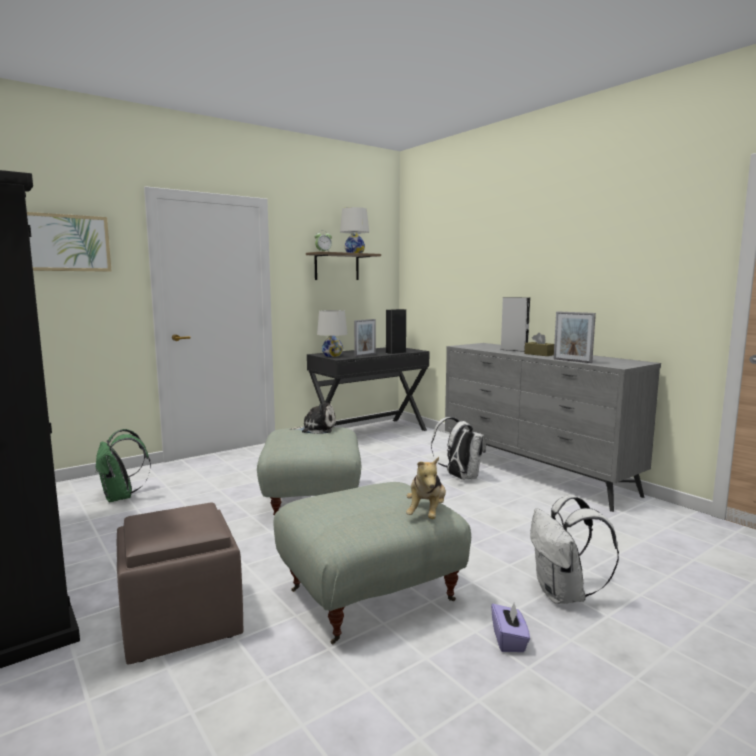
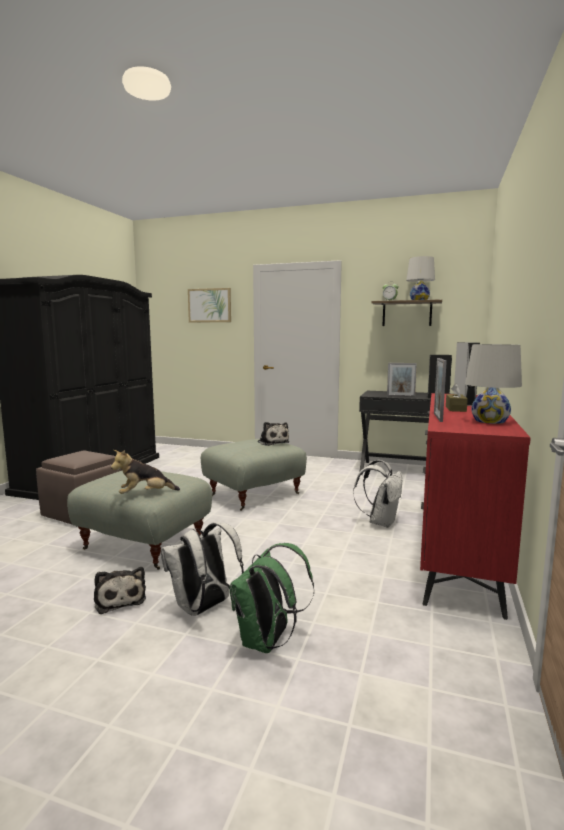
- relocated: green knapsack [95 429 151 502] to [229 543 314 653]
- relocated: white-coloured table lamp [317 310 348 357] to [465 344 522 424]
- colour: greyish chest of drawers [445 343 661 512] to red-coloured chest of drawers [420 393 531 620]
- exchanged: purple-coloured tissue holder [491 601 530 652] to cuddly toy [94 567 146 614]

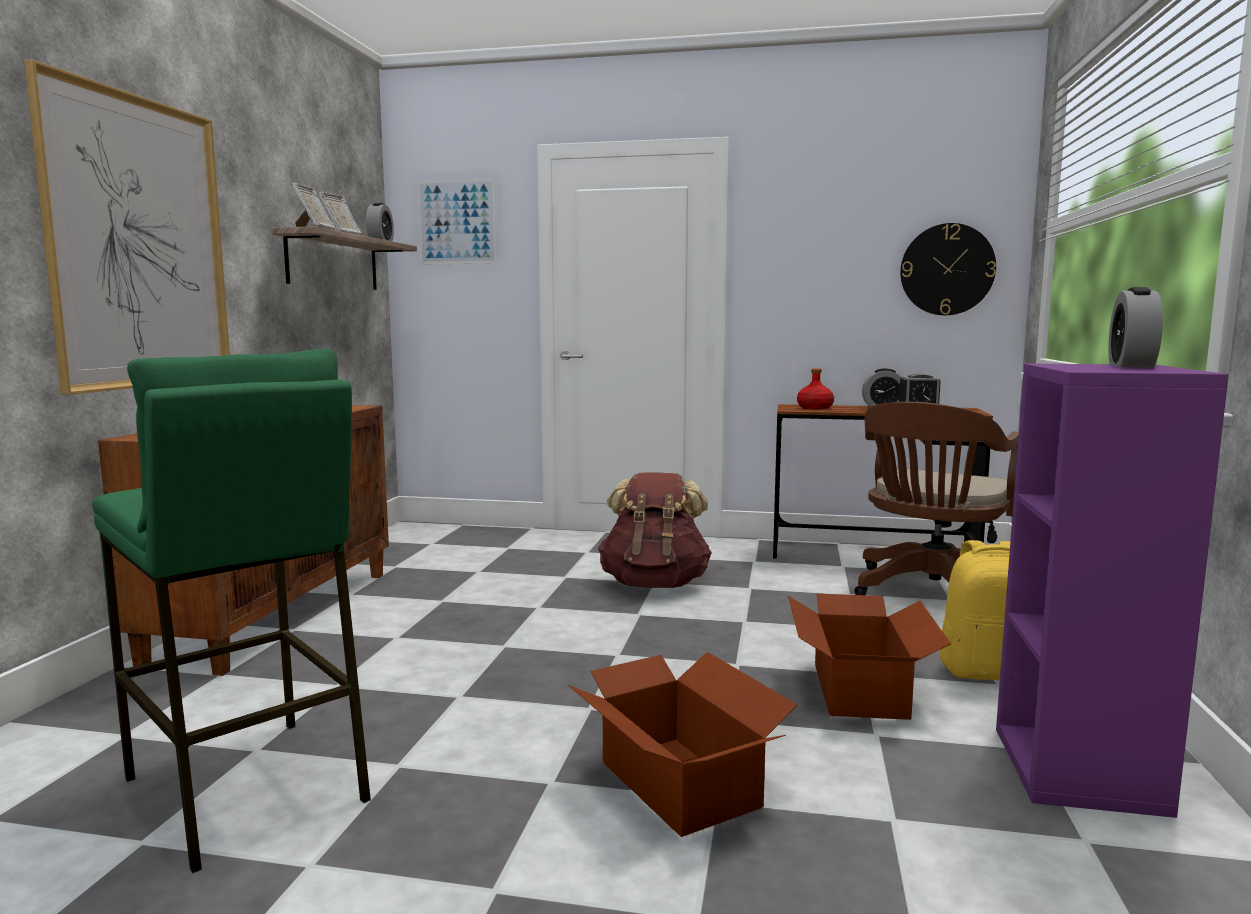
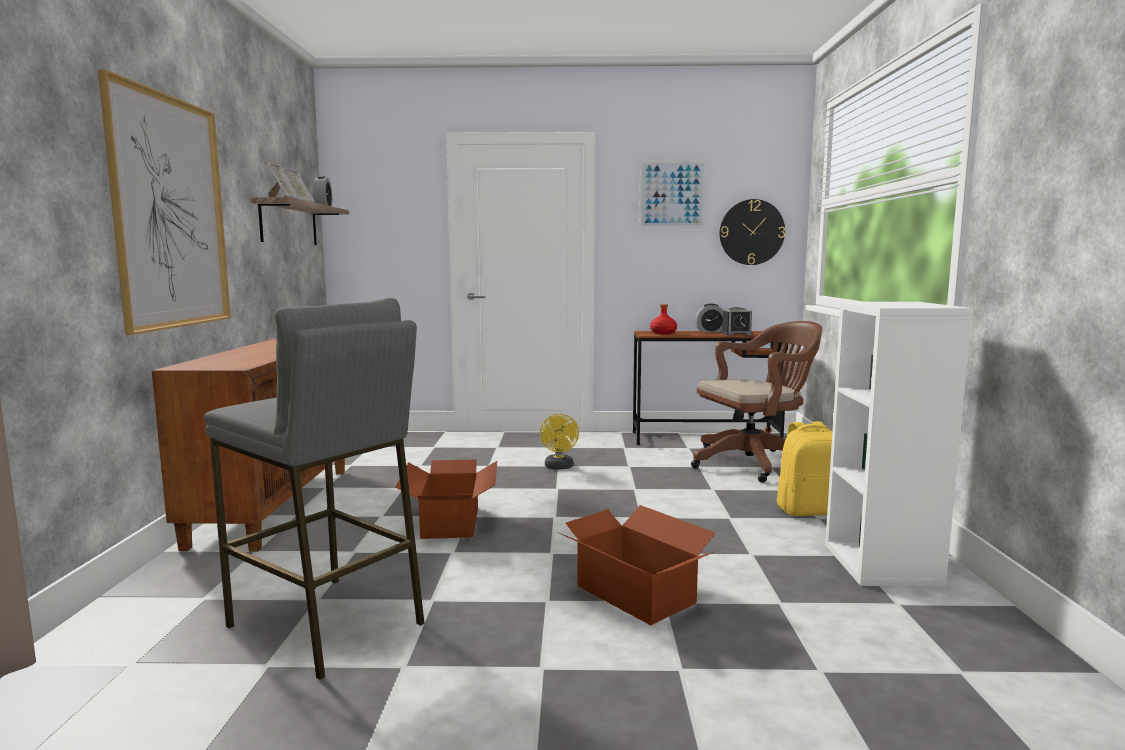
- colour: green stool seat [92 348 371 873] to greyish stool seat [204 298 425 680]
- relocated: wall picture [417 178 497 265] to [639 161 706 228]
- exchanged: brown-coloured knapsack [598 473 712 588] to yellow fan [540 414 579 470]
- relocated: carton [788 594 951 720] to [396 459 497 539]
- spun: brown-coloured desk chair [854 402 1019 595] = [691 321 822 483] 135 degrees counterclockwise
- colour: purple-coloured bookshelf [996 363 1229 818] to white-coloured bookshelf [825 302 972 587]
- missing: table clock [1108 287 1163 368]

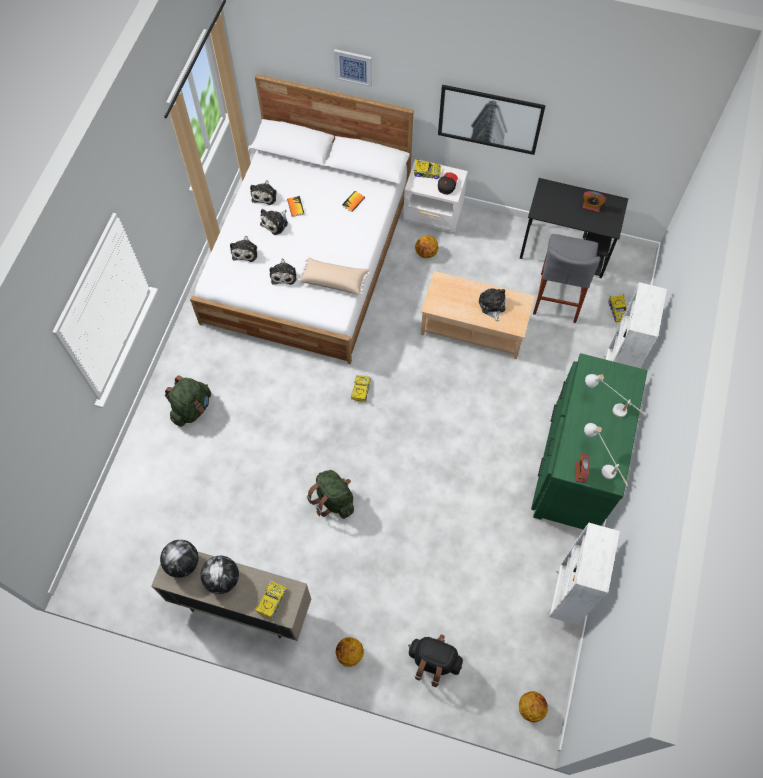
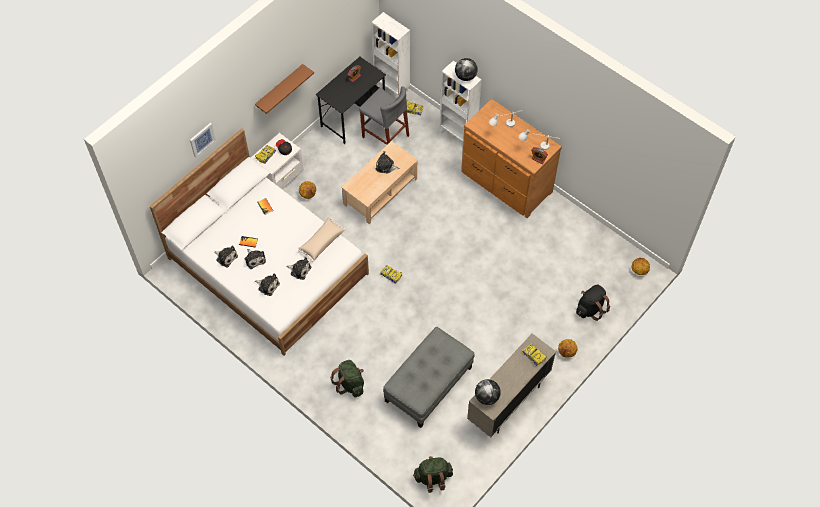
- relocated: globe [201 556 239 594] to [455 58 478 81]
- relocated: green knapsack [307 470 354 519] to [413 456 453 493]
- exchanged: wall picture [438 85 546 155] to brown-coloured wall shelf [255 64 314 114]
- colour: green chest of drawers [531 353 647 530] to brown-coloured chest of drawers [461 99 562 218]
- relocated: white-coloured bookshelf [547 523 620 625] to [372 12 410 99]
- appeared: greyish footrest [383 327 475 428]

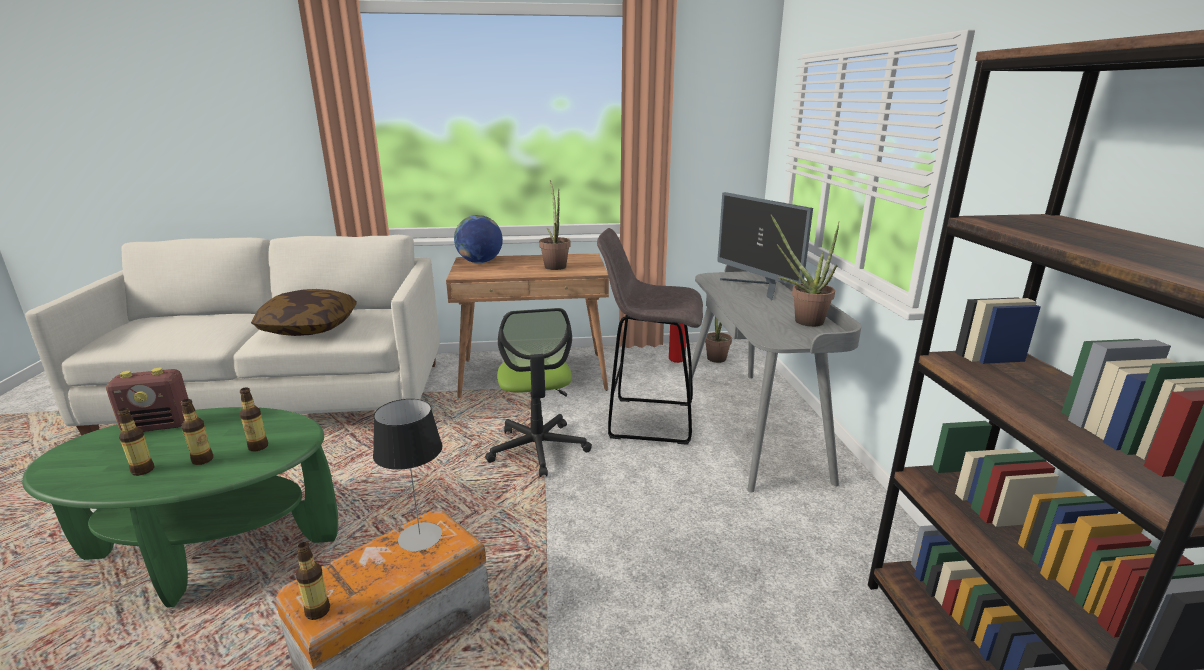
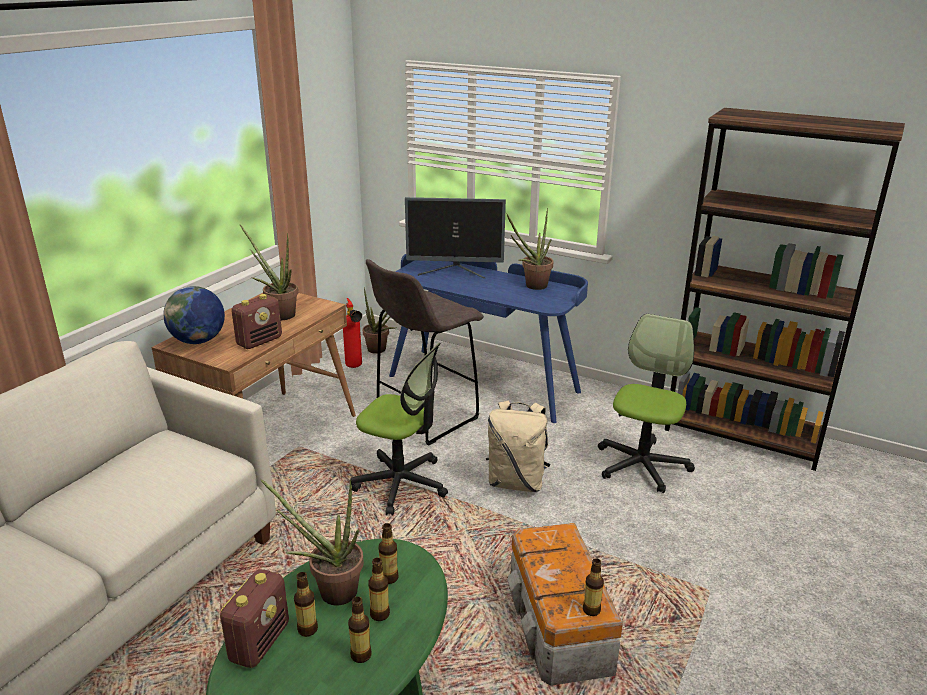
- missing: throw pillow [251 289 356 336]
- missing: table lamp [373 399 443 551]
- colour: greyish desk table [688 265 862 493] to bluish desk table [389 254 588 423]
- appeared: radio receiver [231 294 282 349]
- appeared: plant in a pot [260 479 364 605]
- appeared: drink bottle [294 572 318 637]
- appeared: sand-coloured knapsack [486 400 550 492]
- appeared: desk chair [598 314 695 493]

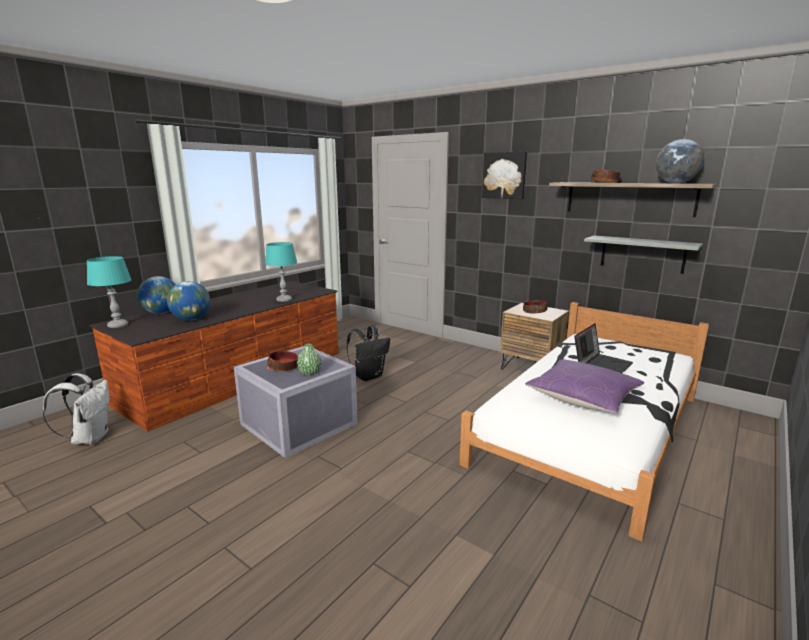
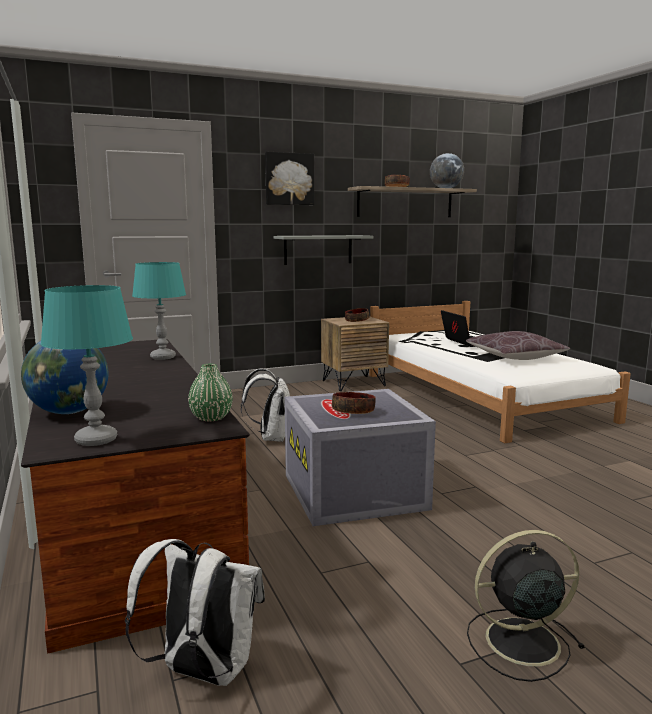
- missing: globe [167 281 210 320]
- relocated: green flower vase [297 344 321 375] to [188 364 233 421]
- colour: black knapsack [346 325 390 381] to white-coloured knapsack [241 368 290 442]
- colour: purple-coloured throw pillow [525 359 644 413] to brown-coloured throw pillow [466 331 570 360]
- relocated: greyish wall shelf [584 236 703 274] to [274 235 374 265]
- appeared: black fan [467 530 585 682]

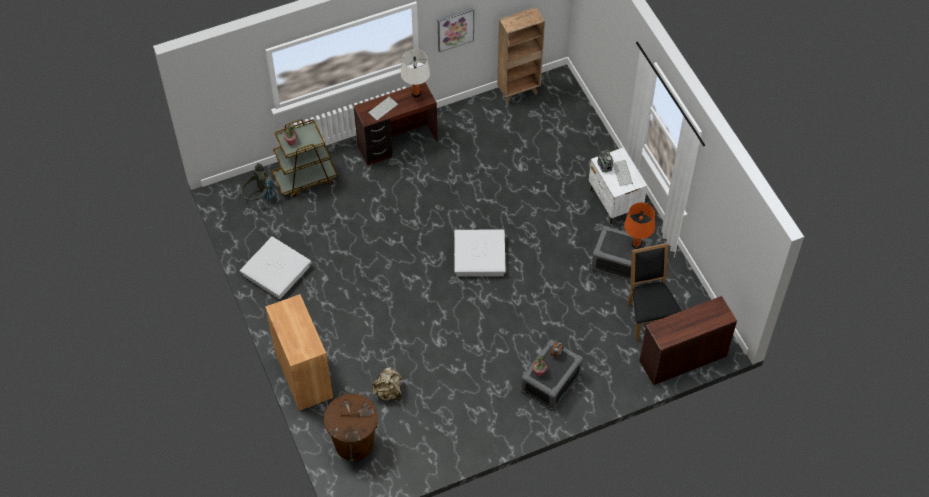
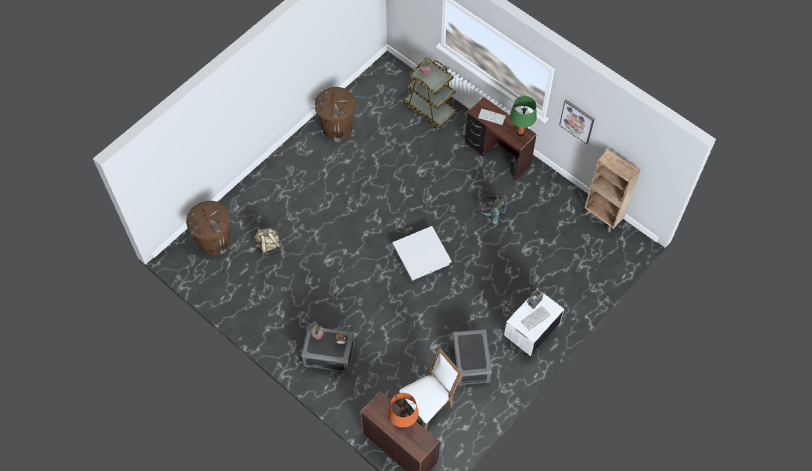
- exchanged: white-coloured storage container [240 236 311 299] to brown-coloured waste bin [314 87 356 141]
- relocated: greyish knapsack [241 163 275 201] to [477 194 507 226]
- missing: brown-coloured storage cabinet [265 294 333 411]
- colour: white-coloured table lamp [401 49 430 97] to green table lamp [510 96 536 136]
- relocated: orange table lamp [624 202 655 249] to [388 393 419 429]
- colour: black chair [627 243 682 342] to white-coloured chair [399 348 462 429]

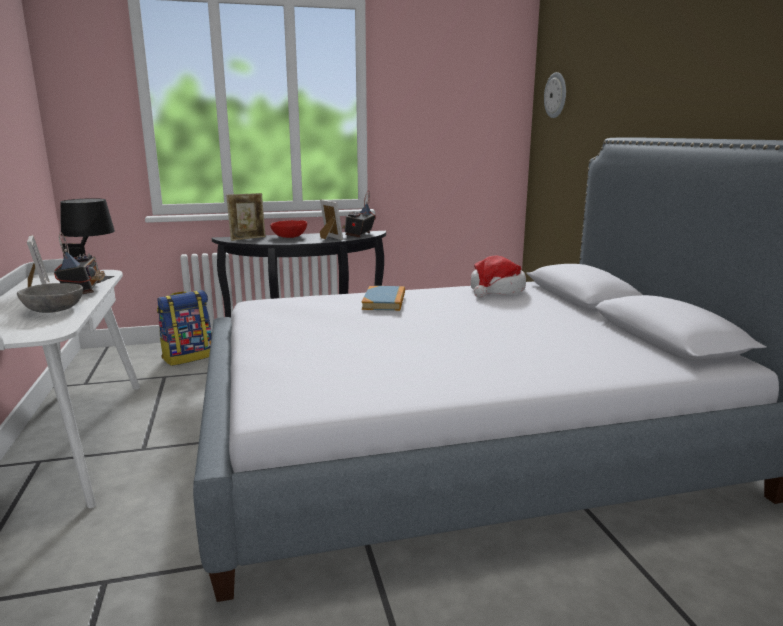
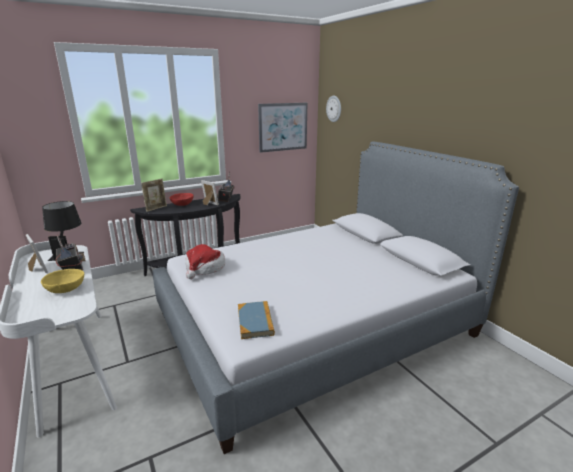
- colour: greyish bowl [17 283 83 313] to yellow bowl [41 269 84 293]
- missing: knapsack [157 290 212 366]
- relocated: book [362 286 405 311] to [238 301 275 339]
- relocated: hat [470 256 526 298] to [185 244 225 279]
- appeared: wall picture [258 103 307 153]

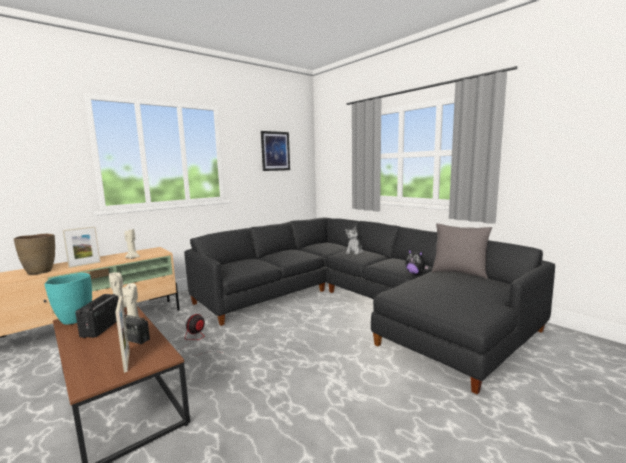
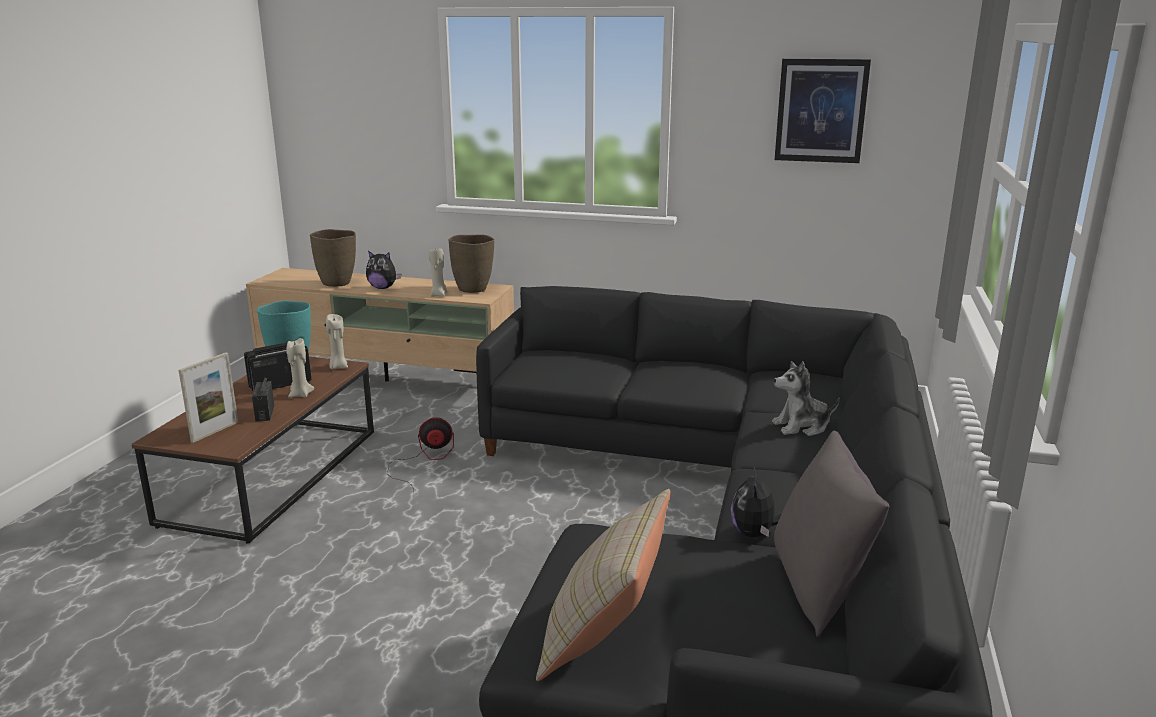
- exchanged: standing frame [63 226 101 268] to cuddly toy [366 251 401 289]
- appeared: brown-coloured flower vase [449 234 494 293]
- appeared: sand-coloured throw pillow [536 489 670 681]

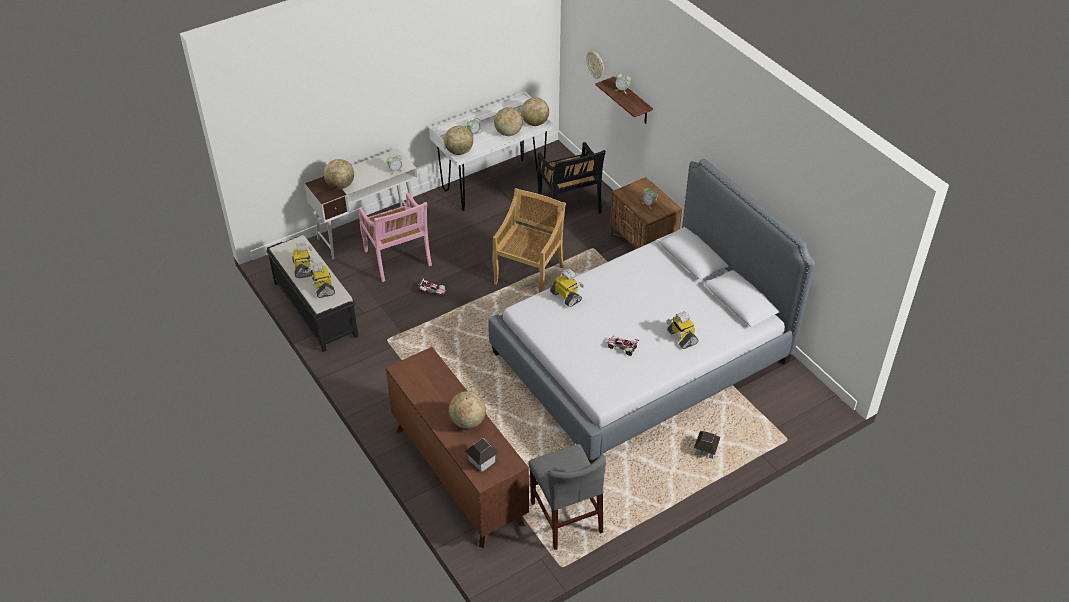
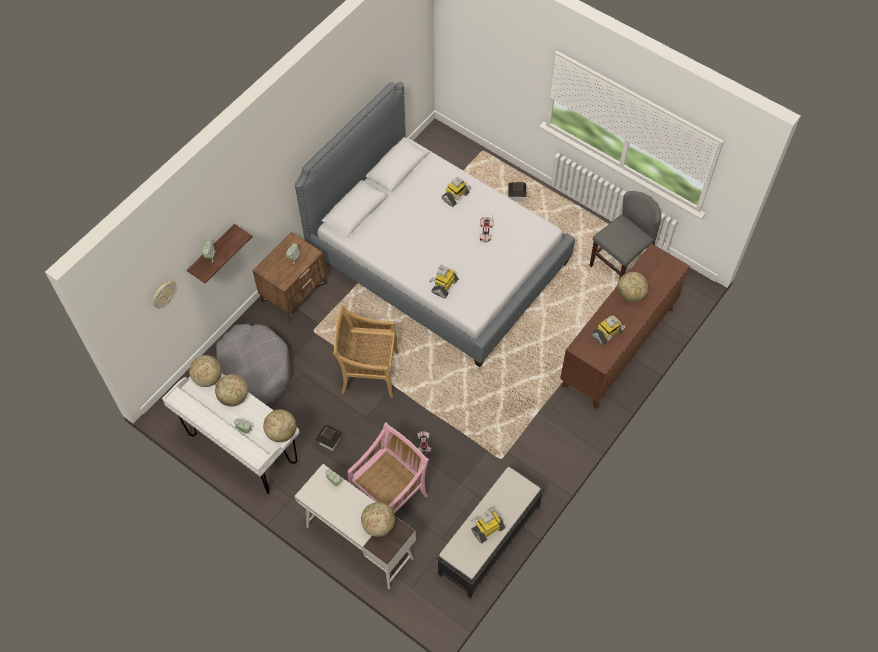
- relocated: robot figure [308 262 335 298] to [592 315 626 346]
- relocated: toy house [465 438 499 472] to [315 425 343 451]
- exchanged: black chair [537 142 606 214] to greyish pet bed [216 324 291 404]

